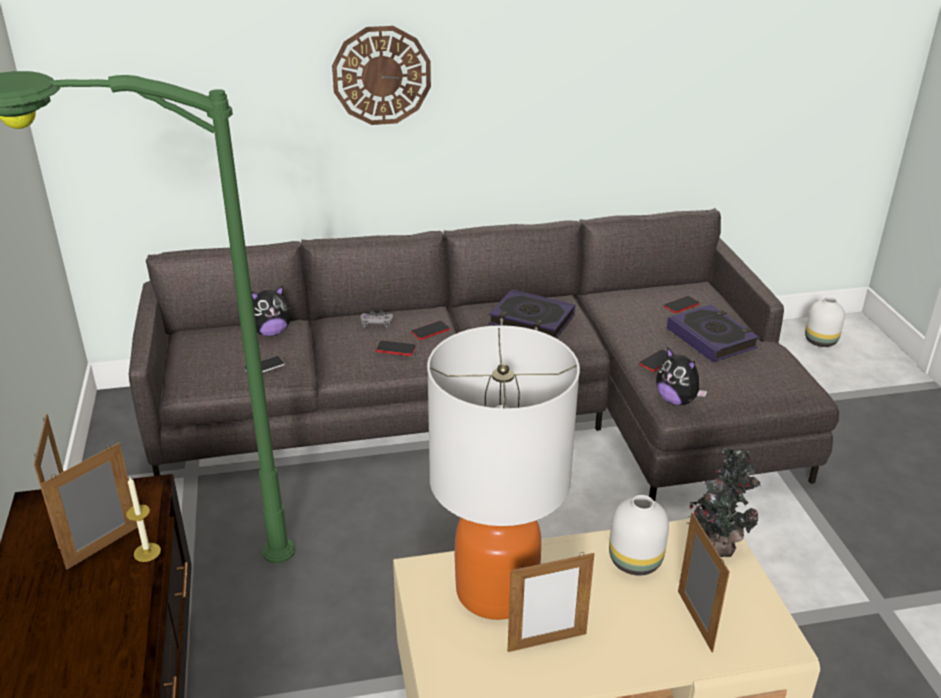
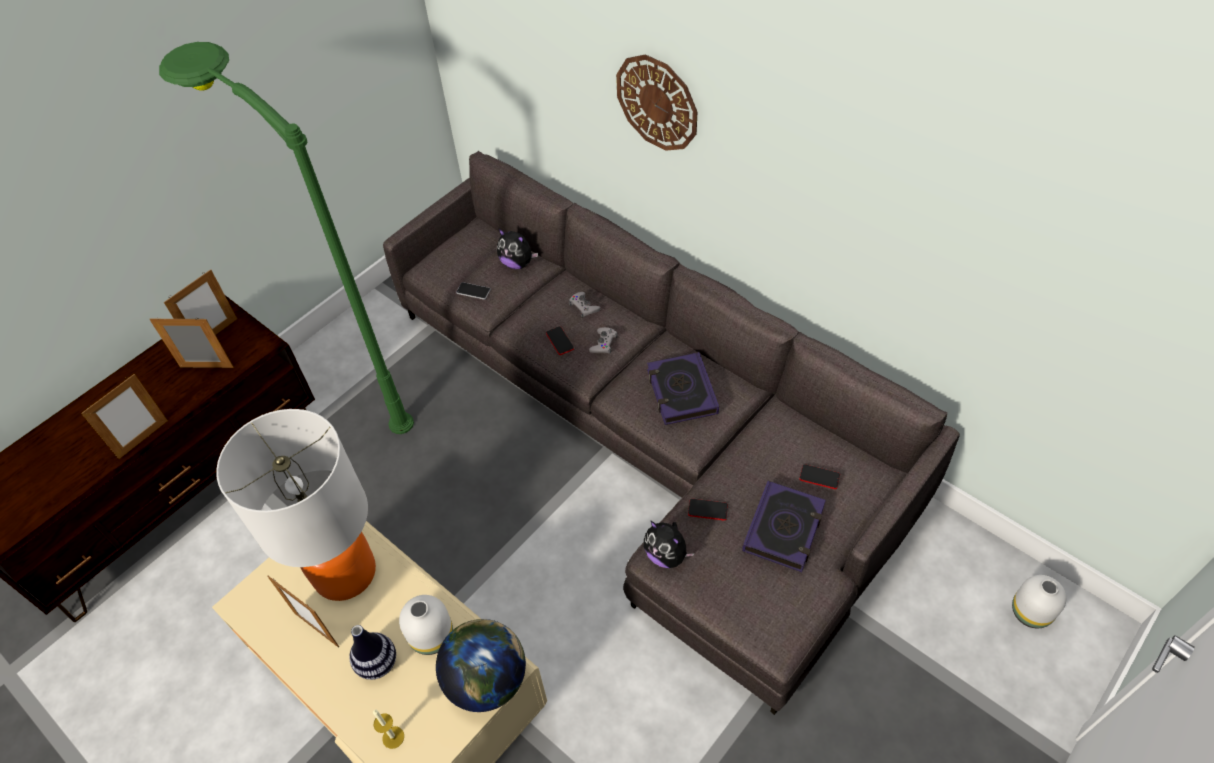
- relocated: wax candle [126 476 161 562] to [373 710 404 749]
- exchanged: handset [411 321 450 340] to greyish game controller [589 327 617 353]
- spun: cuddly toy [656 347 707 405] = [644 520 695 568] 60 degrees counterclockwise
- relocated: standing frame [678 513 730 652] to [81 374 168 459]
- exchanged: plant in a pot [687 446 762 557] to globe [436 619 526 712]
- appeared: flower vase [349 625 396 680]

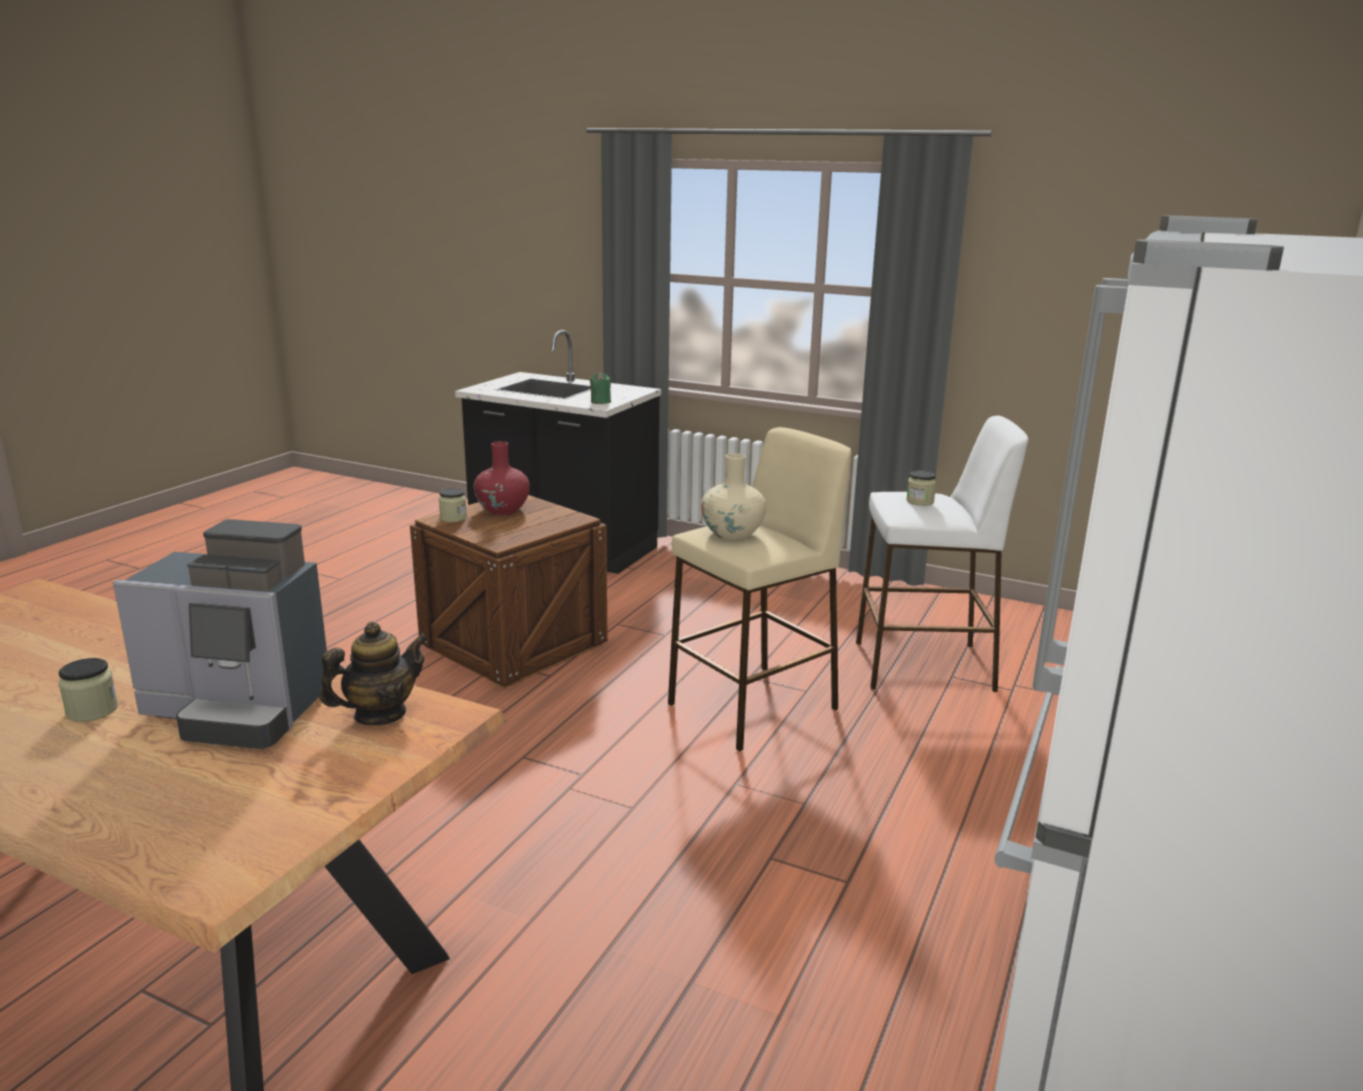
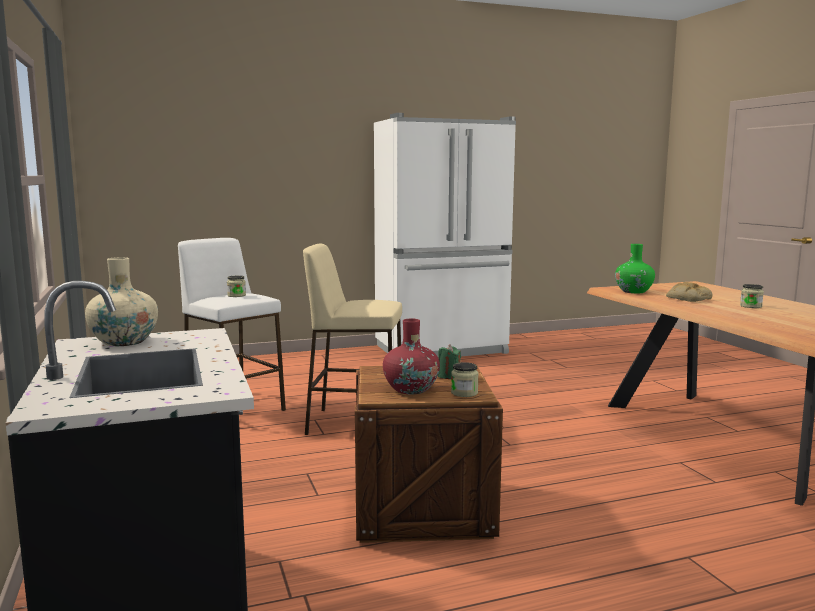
- exchanged: coffee machine [113 519 327 749] to bakery bread [666 282 712 302]
- exchanged: teapot [319 621 428 725] to green flower vase [615 244 655 293]
- relocated: green wax candle [590 372 611 404] to [438 344 461 379]
- relocated: sand-coloured flower vase [701 453 766 540] to [85 257 158 346]

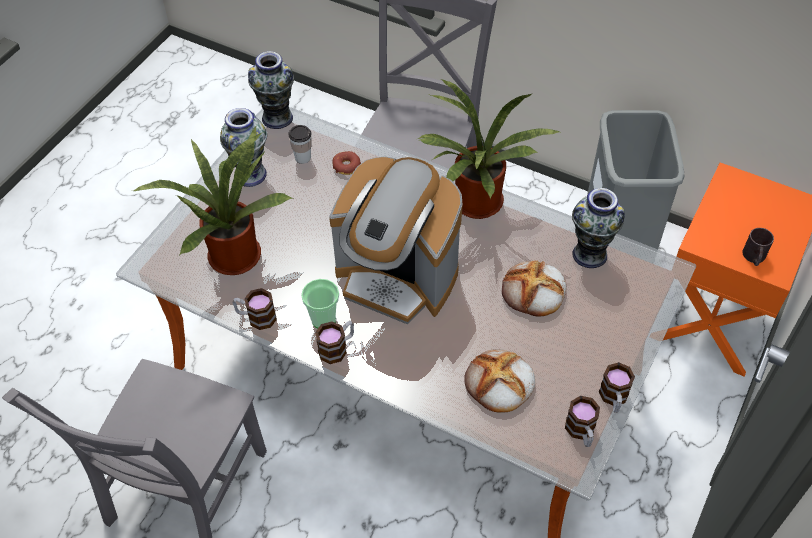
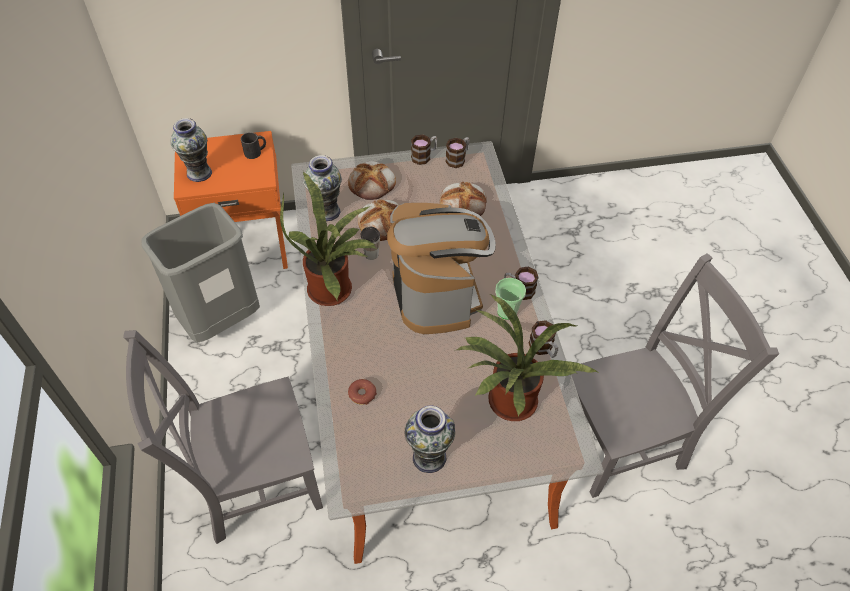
- relocated: flower vase [248 51 294 129] to [171 118 212 182]
- relocated: drinking cup [288 125 311 164] to [361 226 380 260]
- appeared: bakery bread [348 161 396 200]

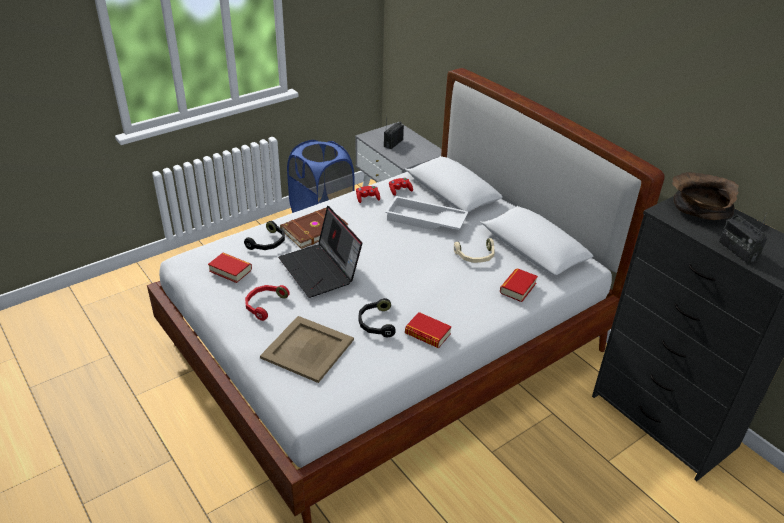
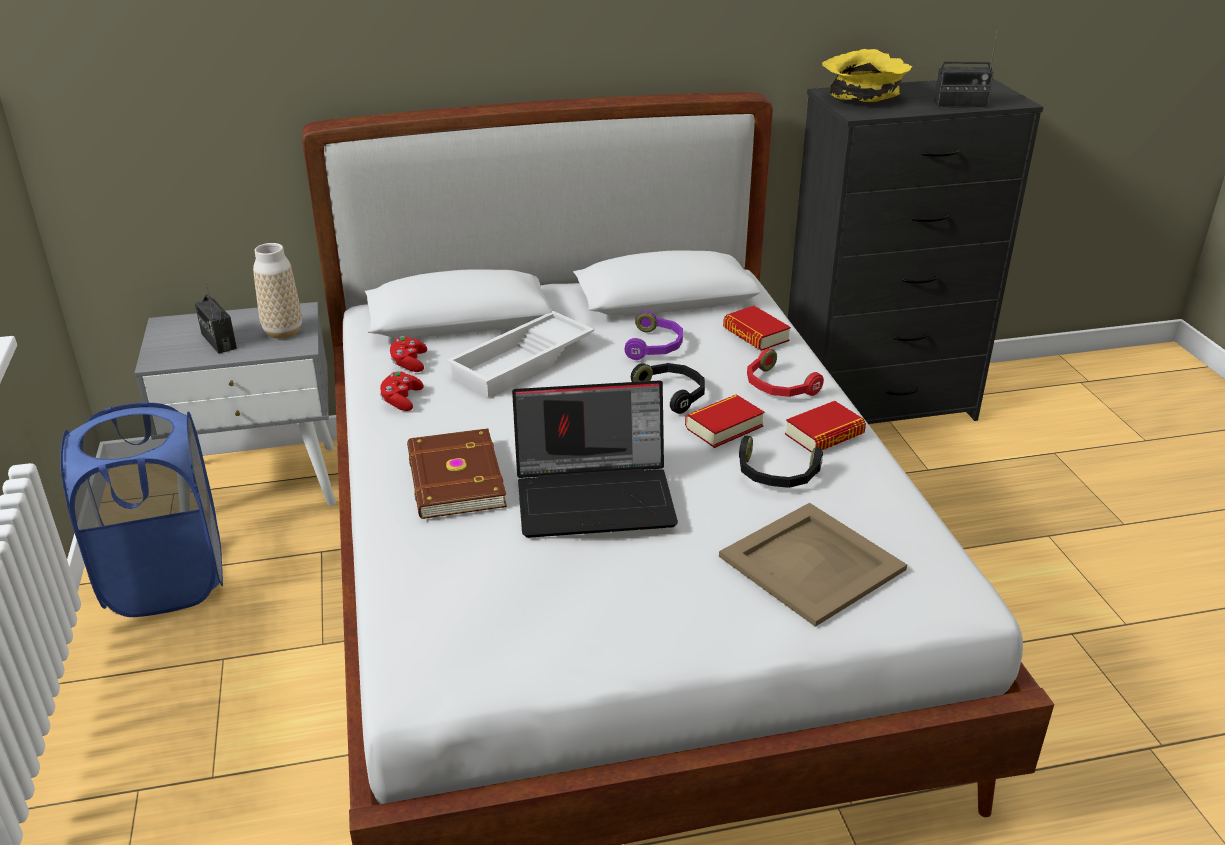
- relocated: book [208 253 252 283] to [685 394 764 448]
- relocated: black pair of headphones [244 221 285 250] to [631 363 705 414]
- relocated: red-coloured pair of headphones [245 285 290 321] to [747 348 824 397]
- colour: sand-coloured pair of headphones [454 238 495 263] to purple-coloured pair of headphones [625 311 683 360]
- colour: brown-coloured bowl [672 172 739 220] to yellow bowl [822 49 912 102]
- appeared: flower vase [253 243 302 339]

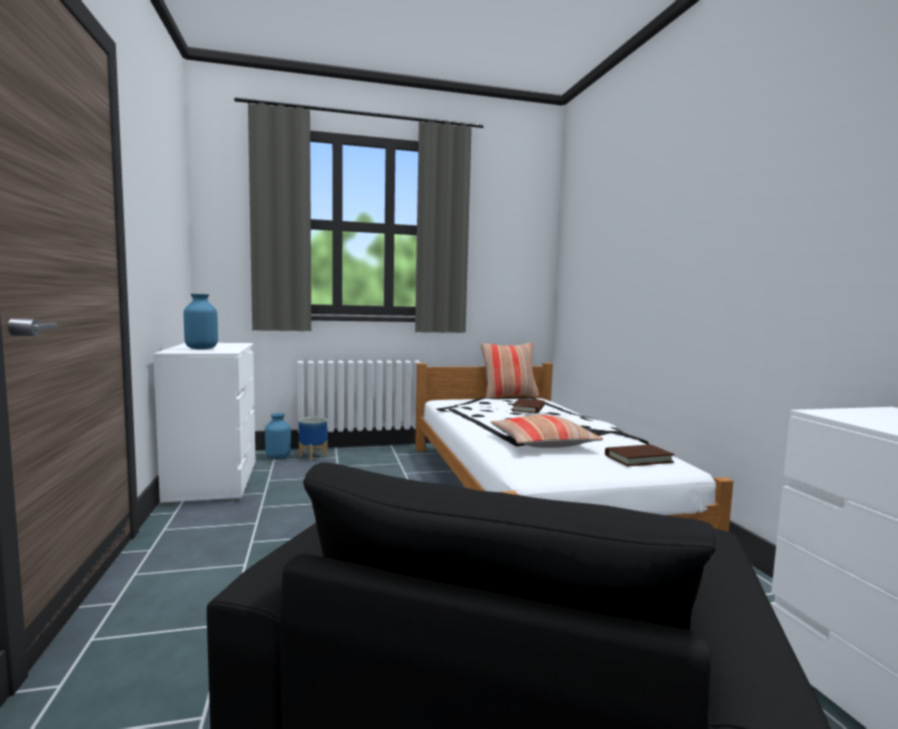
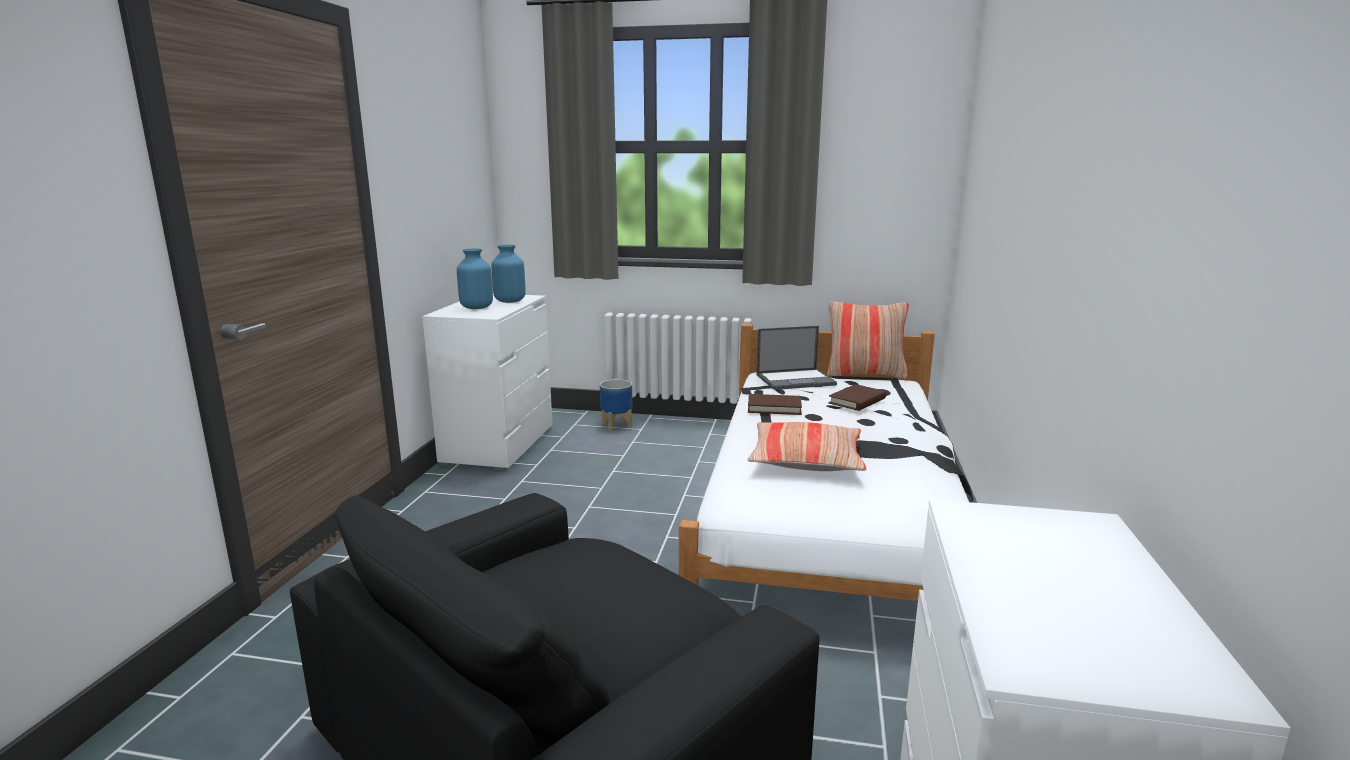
- relocated: bluish flower vase [265 413 291 459] to [491 245 526 303]
- relocated: brown-coloured book [605 444 675 466] to [748 394 802 415]
- appeared: laptop [756 326 837 390]

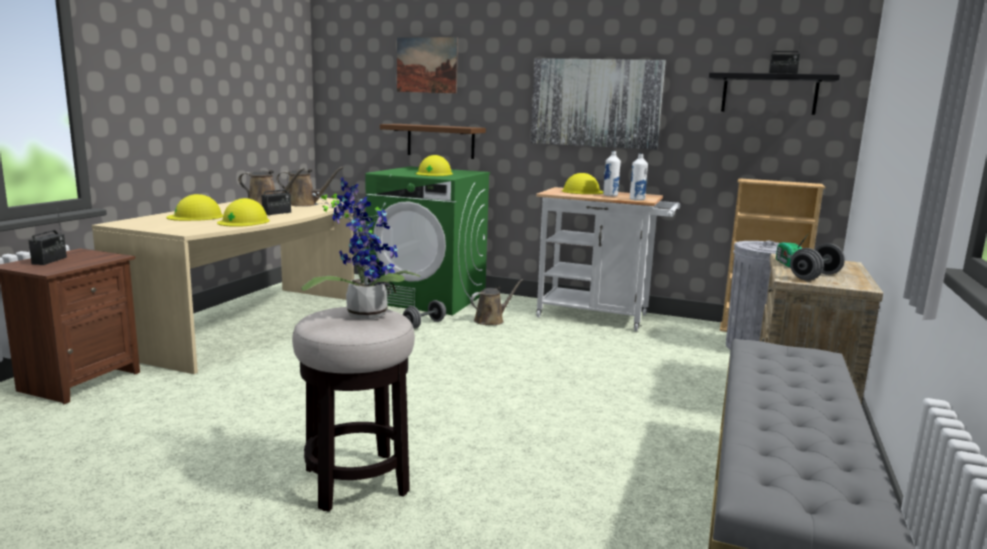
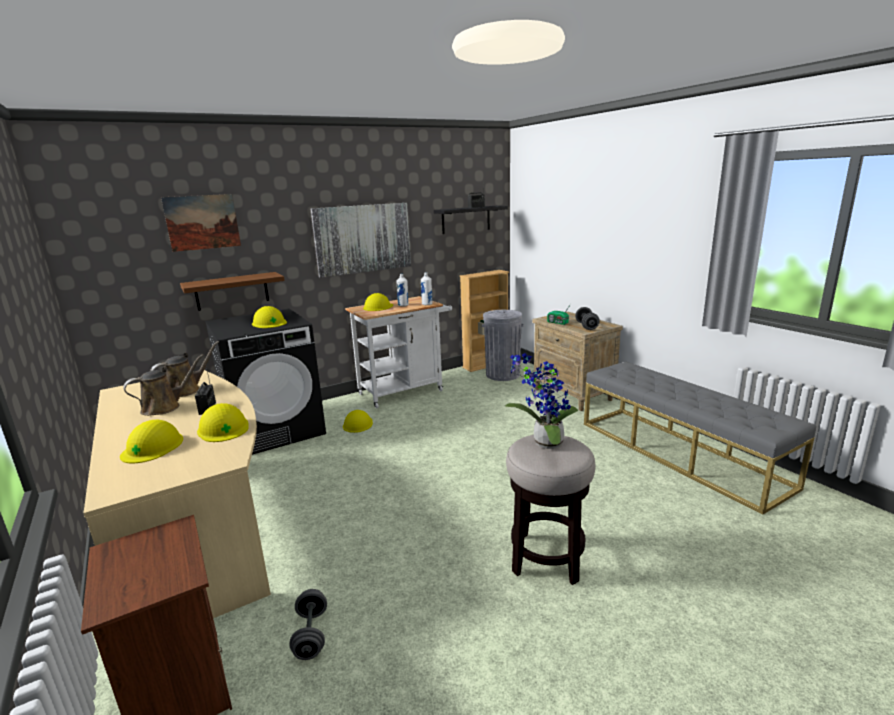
- missing: radio receiver [28 208 67 265]
- colour: green washing machine [365 166 490 315] to black washing machine [205 308 326 455]
- relocated: greyish hand weight [403 300 446 329] to [289 589 327 660]
- exchanged: brown-coloured watering can [470 279 524 325] to yellow safety helmet [343 410 373 433]

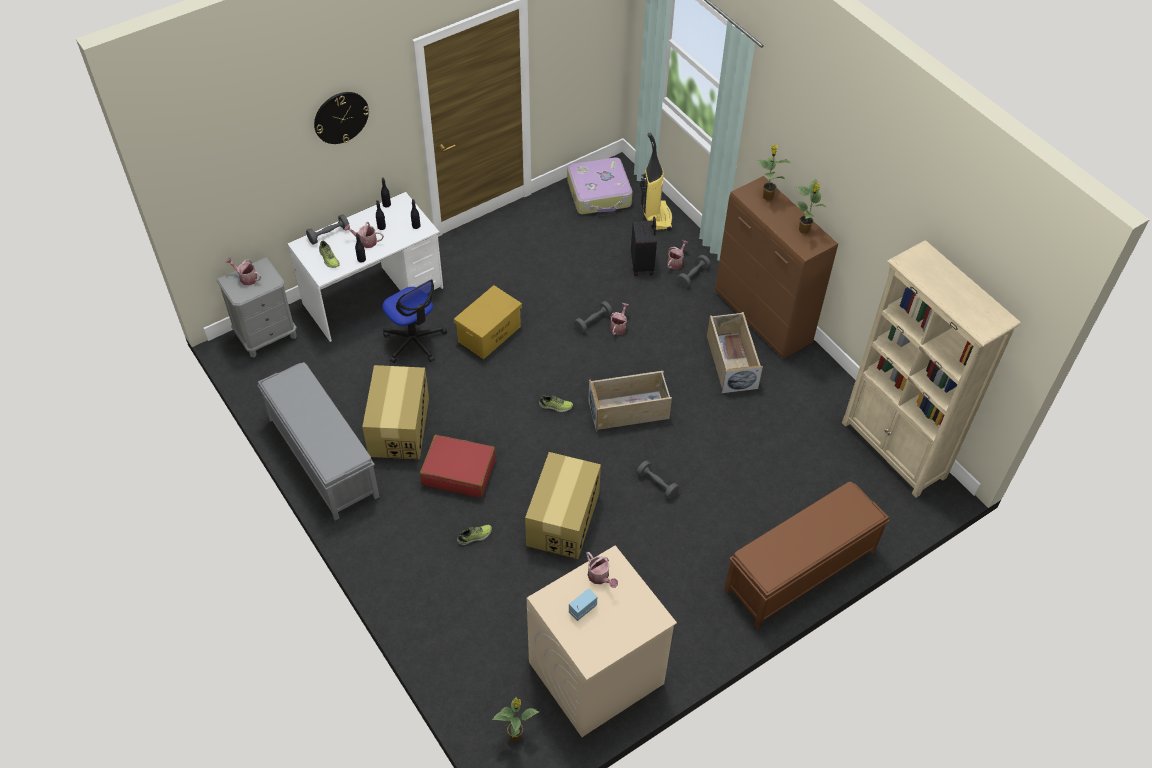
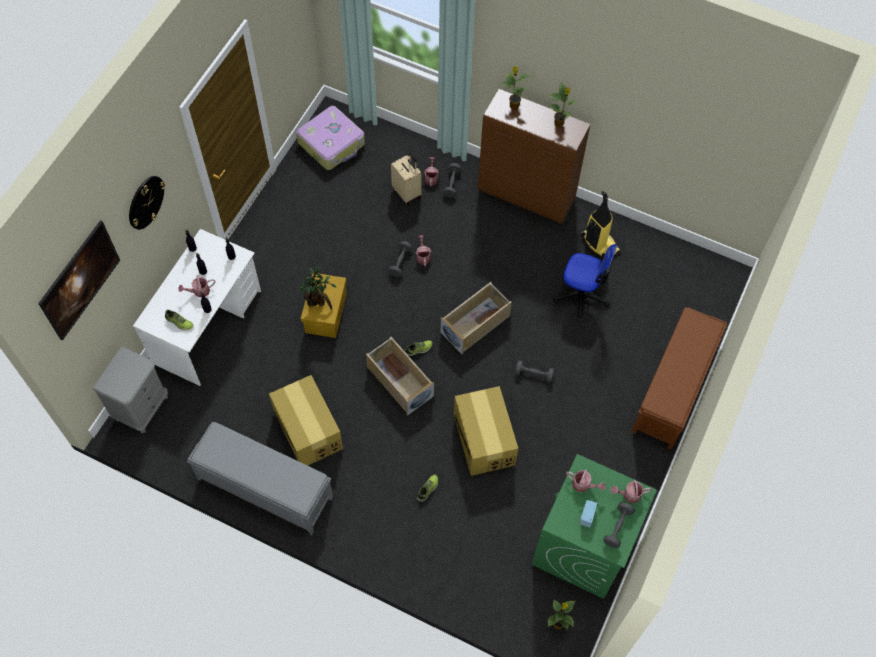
- relocated: watering can [226 257 261 285] to [611 480 652 503]
- relocated: greyish hand weight [306 214 350 245] to [603 502 635 548]
- relocated: desk chair [382 279 447 363] to [553 244 618 322]
- missing: red-coloured suitcase [420 435 496 498]
- colour: sand-coloured washing machine [527 546 677 737] to green washing machine [532 454 657 599]
- colour: black suitcase [631 217 657 276] to sand-coloured suitcase [391 153 421 205]
- relocated: hoover [640 133 673 231] to [580 191 620 259]
- relocated: sand-coloured storage container [707 312 763 393] to [366 337 434 416]
- missing: sand-coloured bookshelf [842 240 1021 498]
- appeared: wall picture [38 220 120 341]
- appeared: plant in a pot [299 266 336 310]

